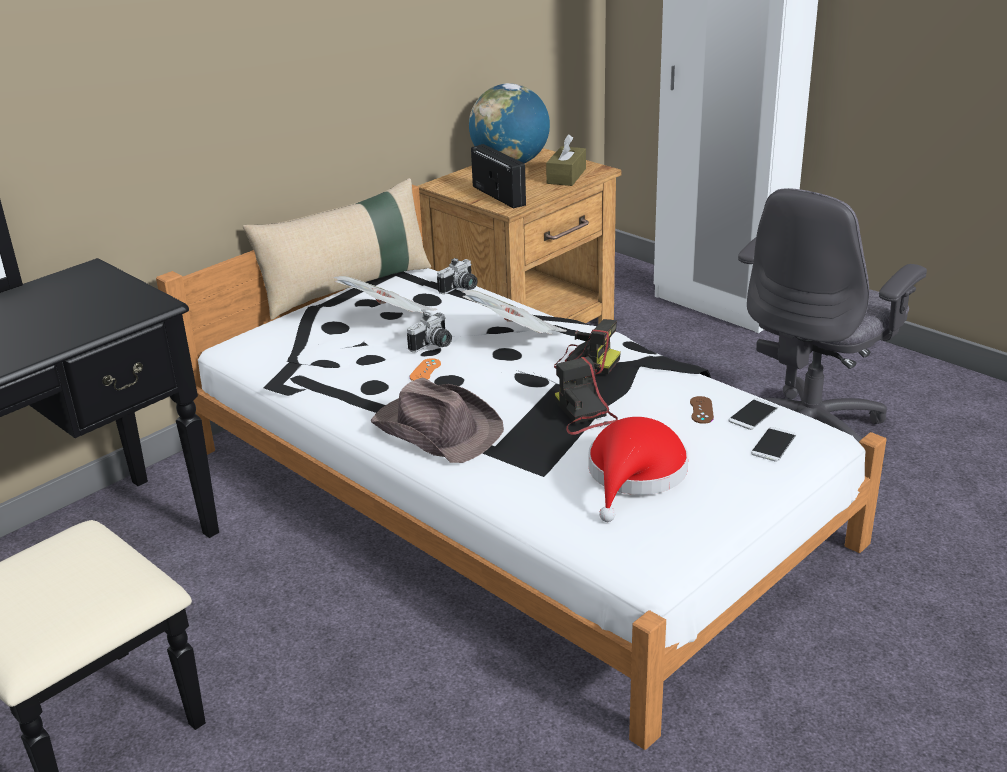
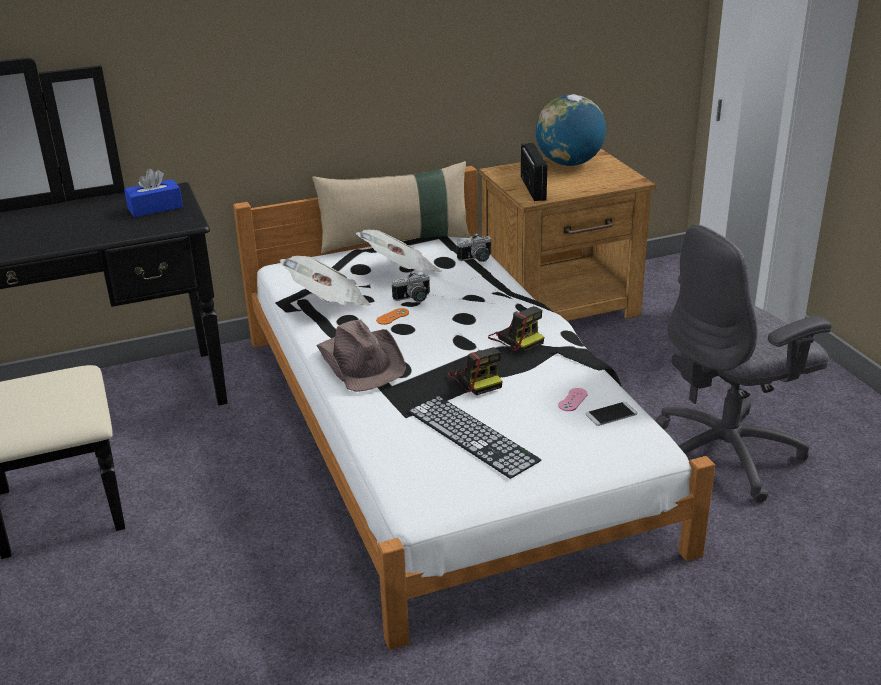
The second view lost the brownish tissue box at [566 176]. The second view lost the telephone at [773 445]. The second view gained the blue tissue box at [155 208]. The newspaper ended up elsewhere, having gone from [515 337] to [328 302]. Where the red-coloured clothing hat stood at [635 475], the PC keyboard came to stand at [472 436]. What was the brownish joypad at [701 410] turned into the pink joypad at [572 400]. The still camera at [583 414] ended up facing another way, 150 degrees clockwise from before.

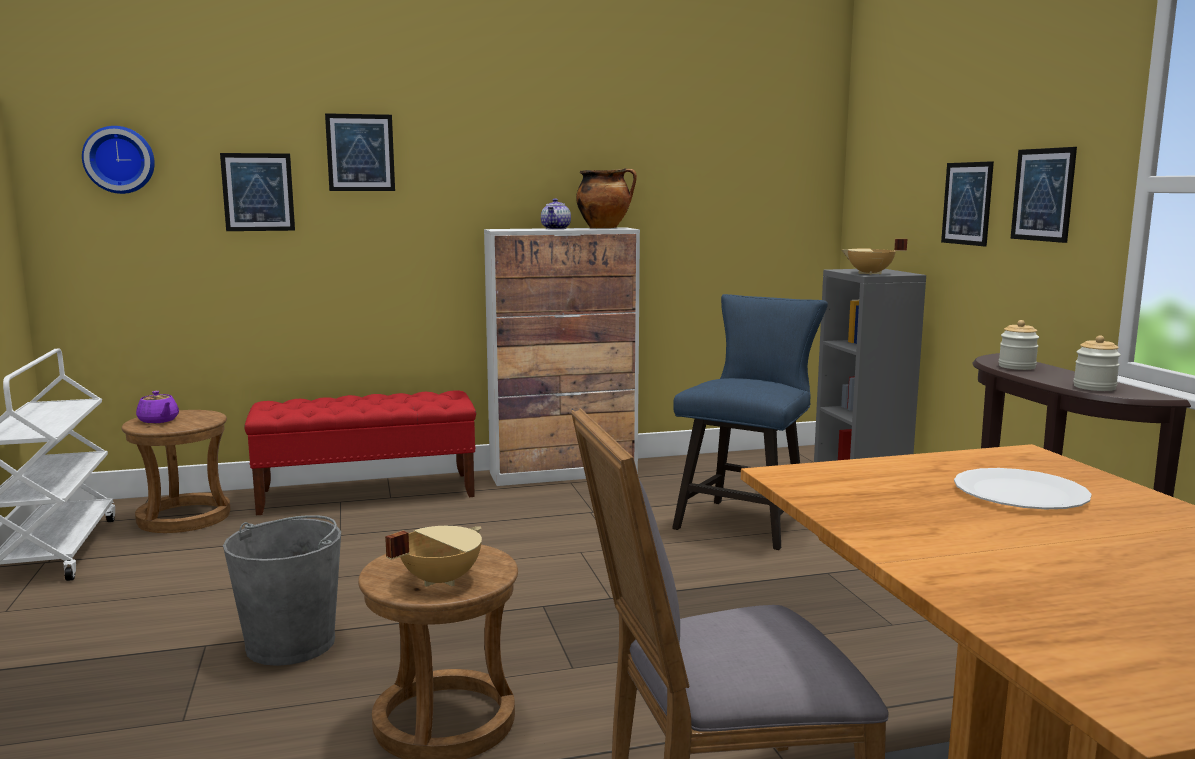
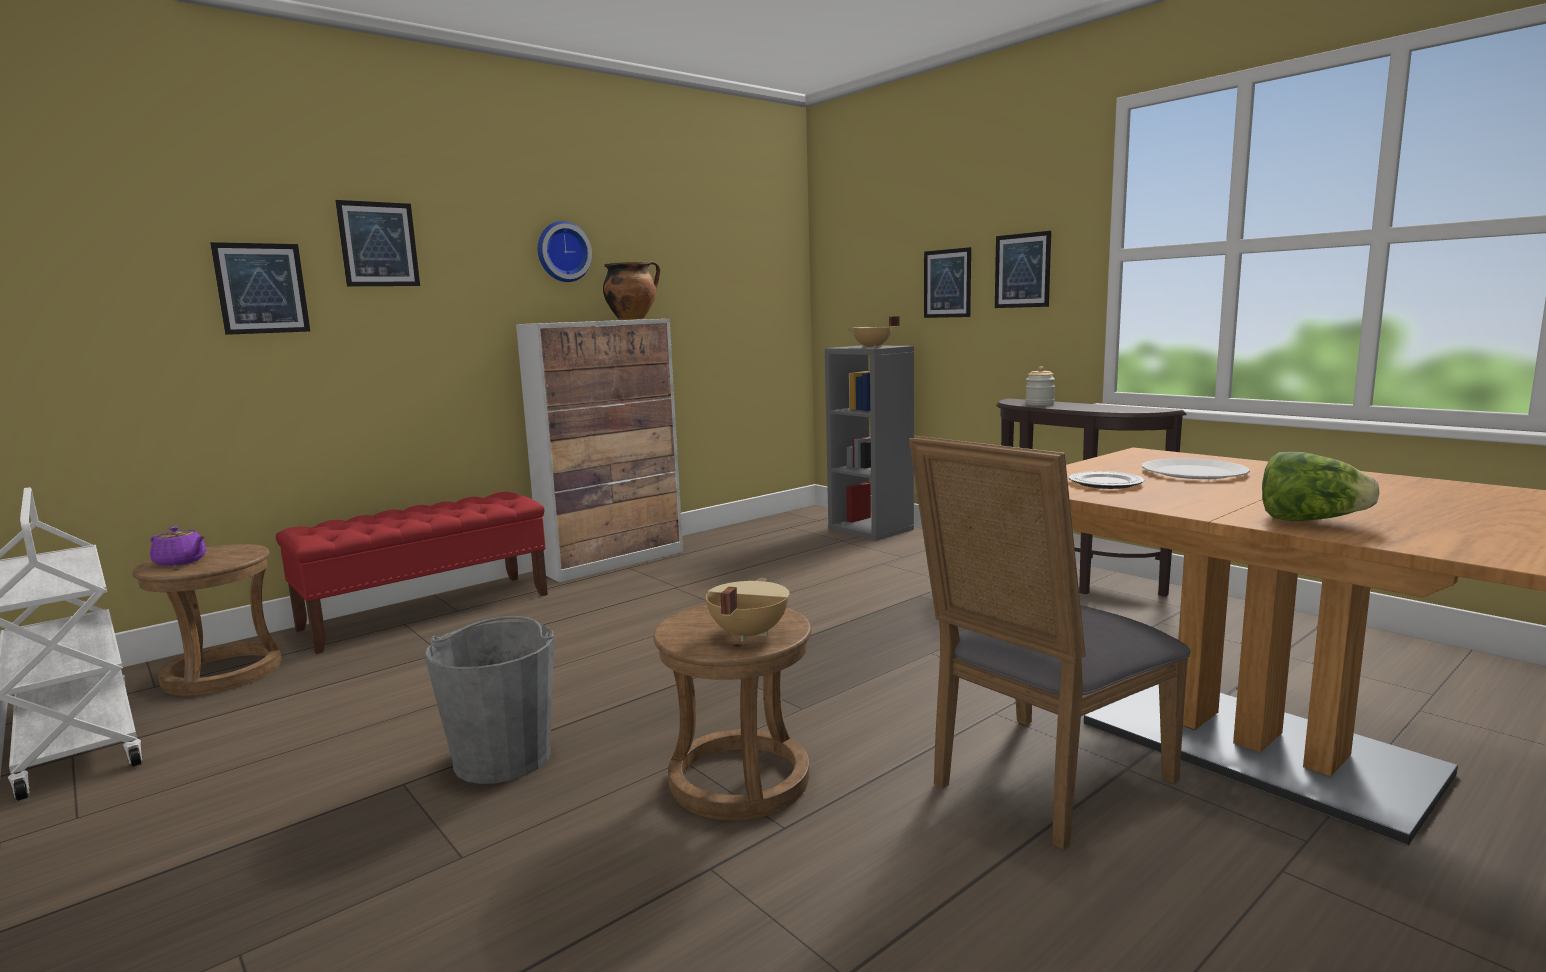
The second view lost the pot for tea at [556 228]. The second view lost the blue chair at [746 520]. The second view lost the storage jar at [1094 387]. The second view gained the dinner plate at [1105 483]. The second view gained the lettuce head at [1309 520]. The wall clock ended up elsewhere, having gone from [120 160] to [562 252].

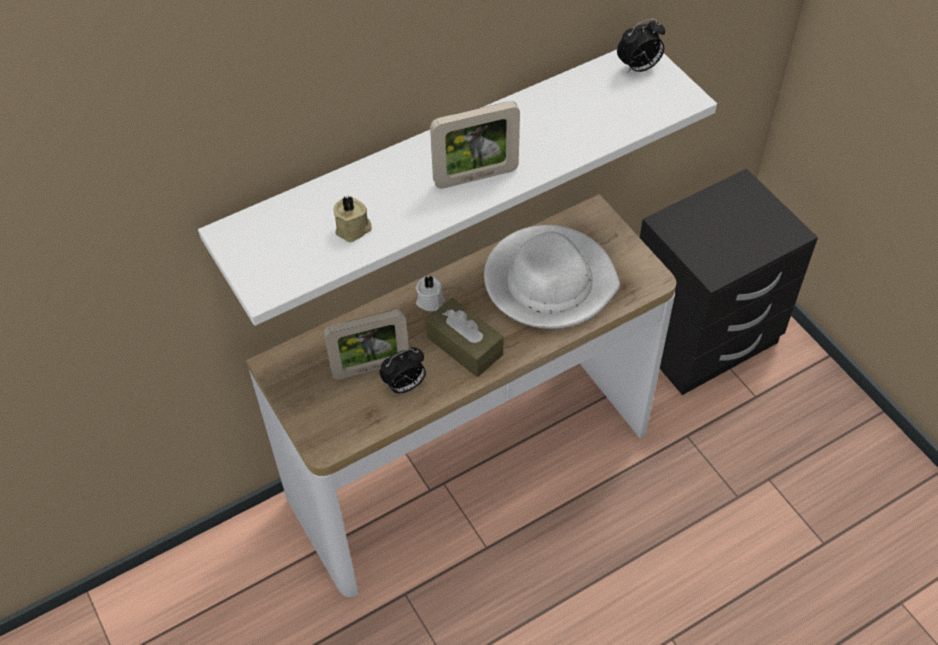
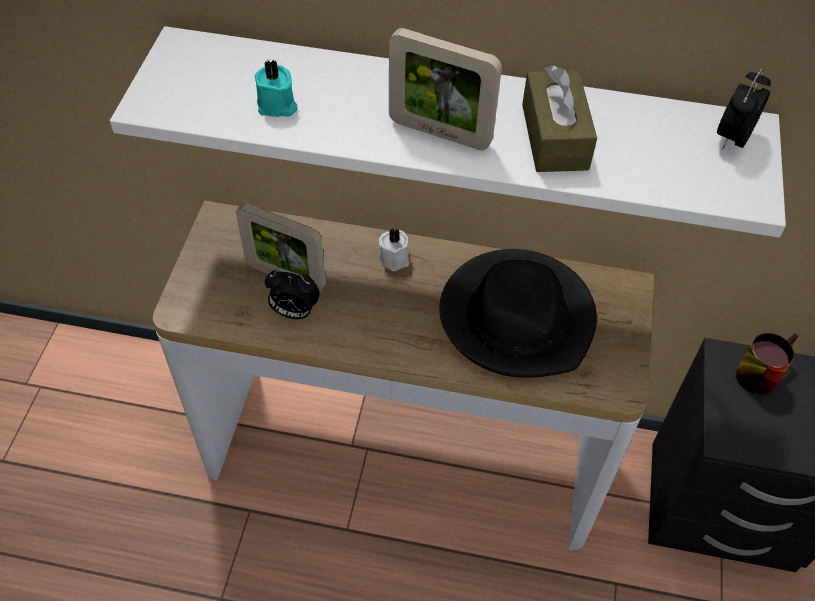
The second view gained the mug at [758 371]. The brownish tissue box ended up elsewhere, having gone from [464 346] to [554 136]. What was the sand-coloured candle at [354 229] turned into the turquoise candle at [277 106]. What was the white-coloured clothing hat at [549 281] turned into the black-coloured clothing hat at [517 317]. The alarm clock at [638 68] ended up facing another way, 105 degrees clockwise from before.

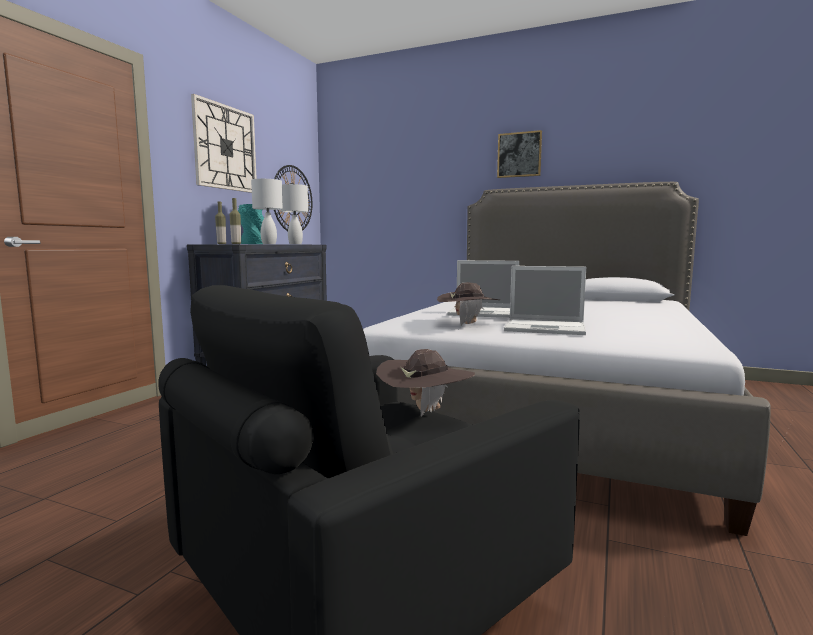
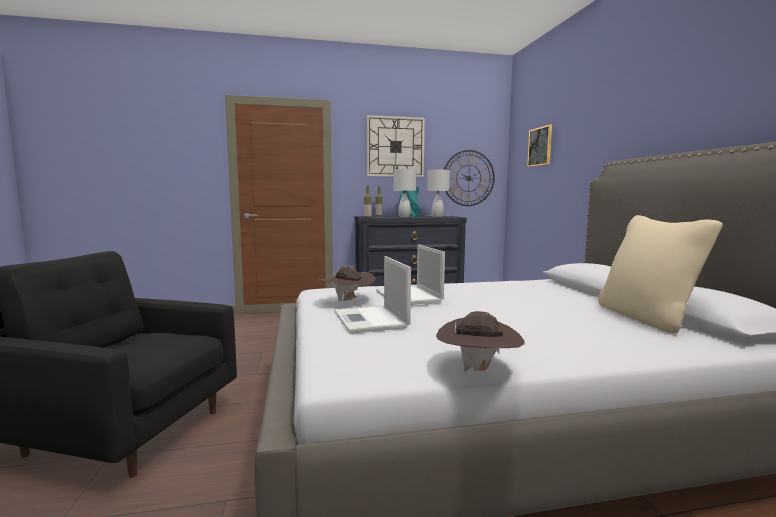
The second view gained the sand-coloured throw pillow at [646 318]. The brownish clothing hat ended up elsewhere, having gone from [425 411] to [478 369]. The wall art ended up elsewhere, having gone from [519 154] to [540 146].

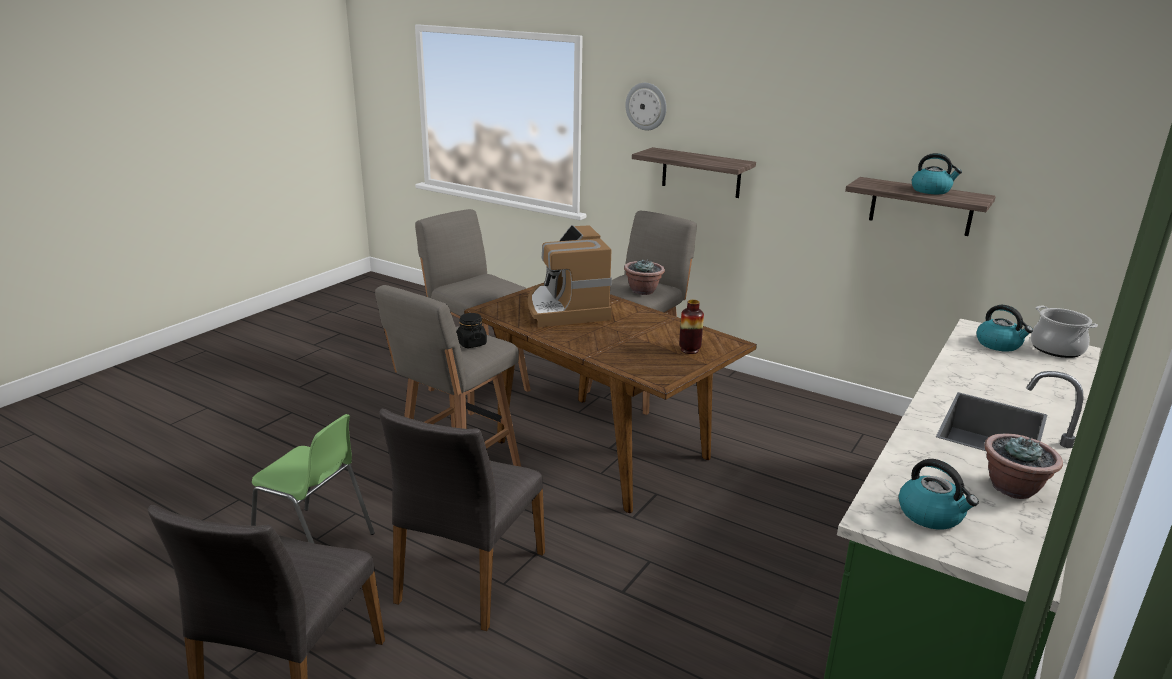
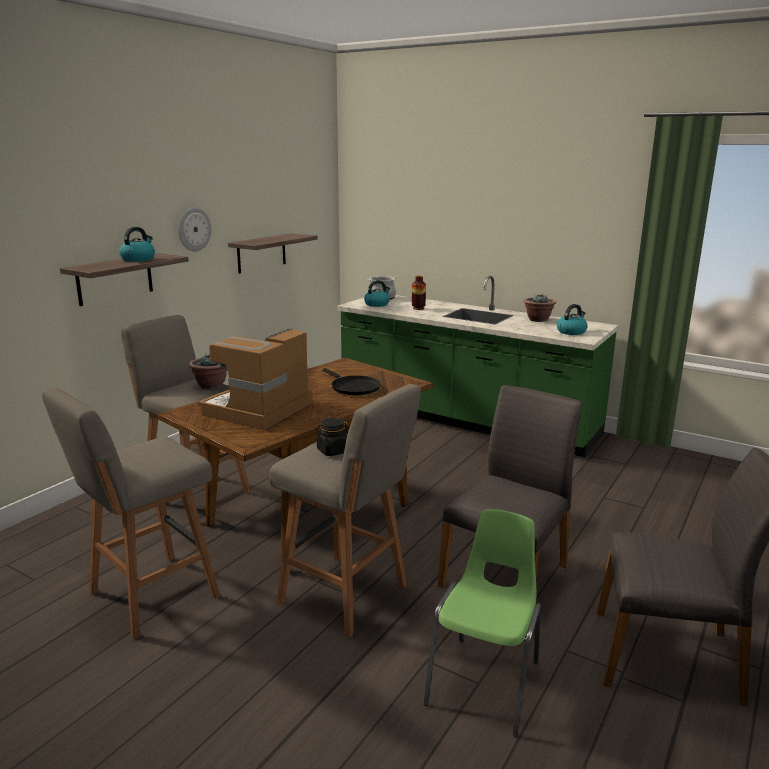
The second view gained the black-coloured skillet at [353 387]. The wall clock ended up elsewhere, having gone from [646 106] to [194 229]. The decorative vase ended up elsewhere, having gone from [689 350] to [418 308]. The water kettle ended up elsewhere, having gone from [931 190] to [138 259]. The gray chair at [468 577] ended up facing another way, 75 degrees counterclockwise from before. The coffee maker at [566 309] ended up facing another way, 135 degrees clockwise from before.

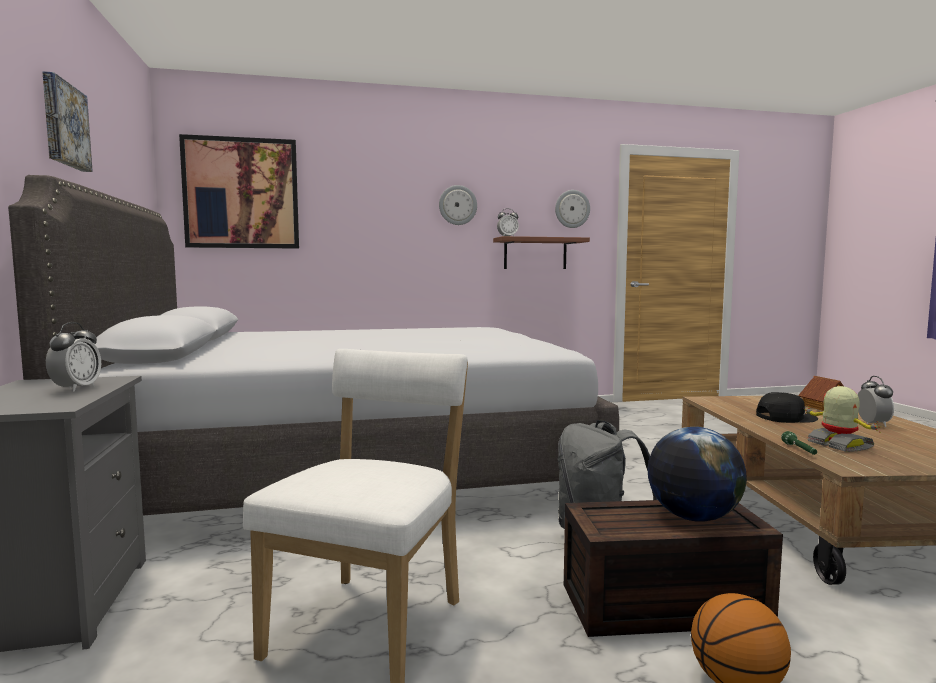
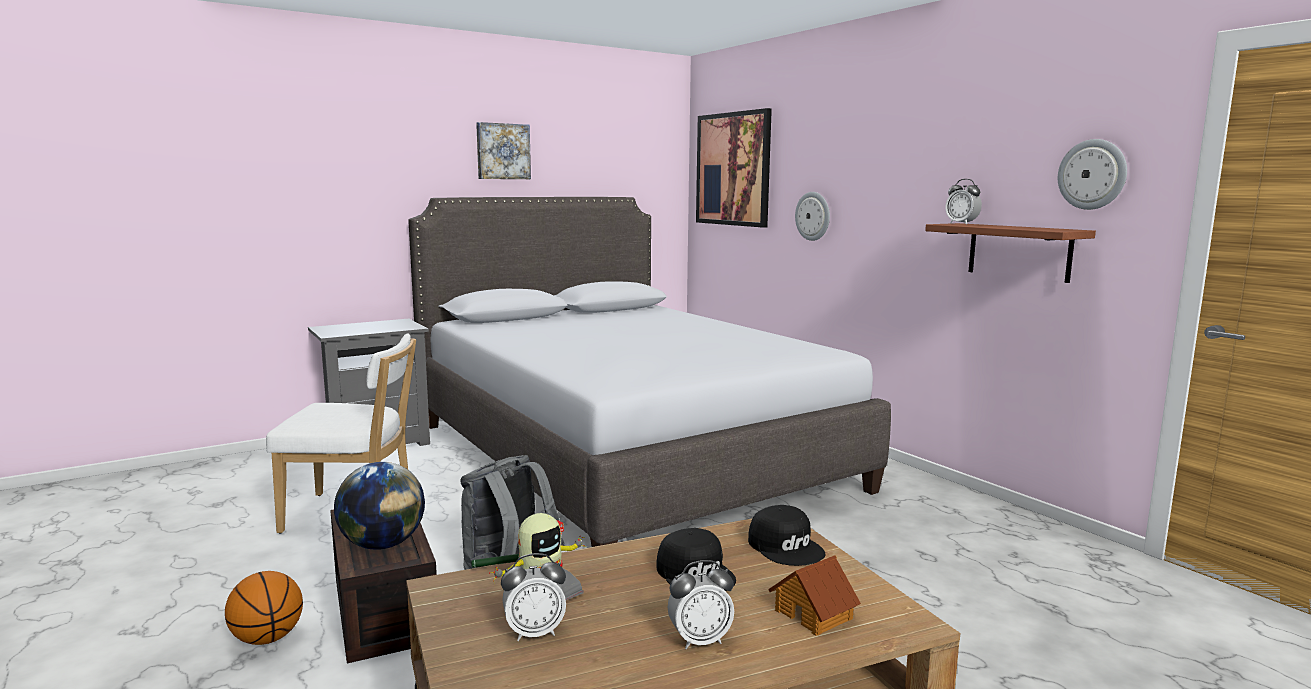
The second view gained the black-coloured peaked cap at [786 546]. The alarm clock ended up elsewhere, having gone from [76 388] to [534 632]. The wall clock ended up elsewhere, having gone from [457 205] to [813 216].

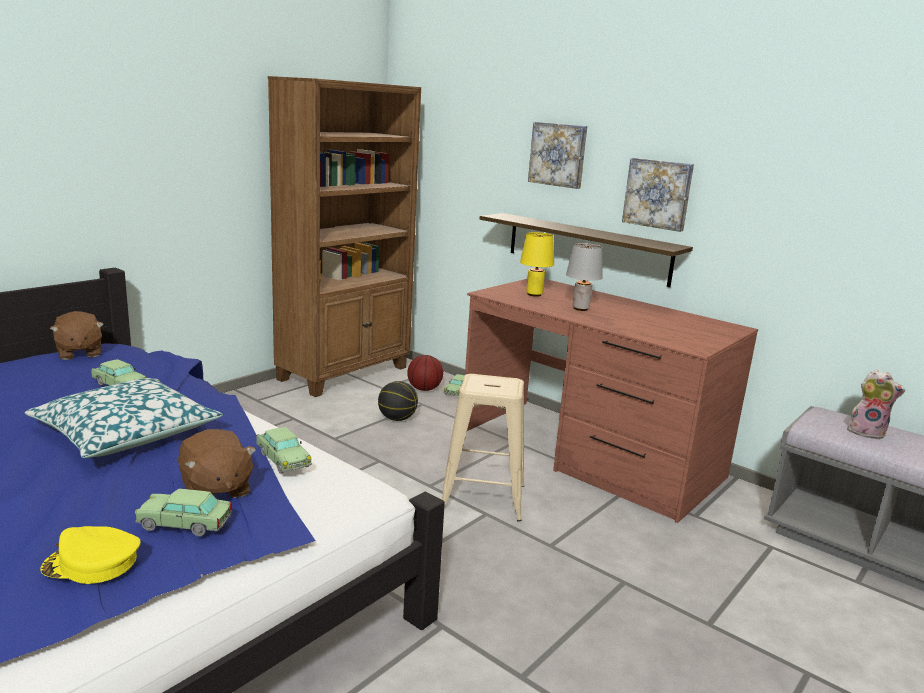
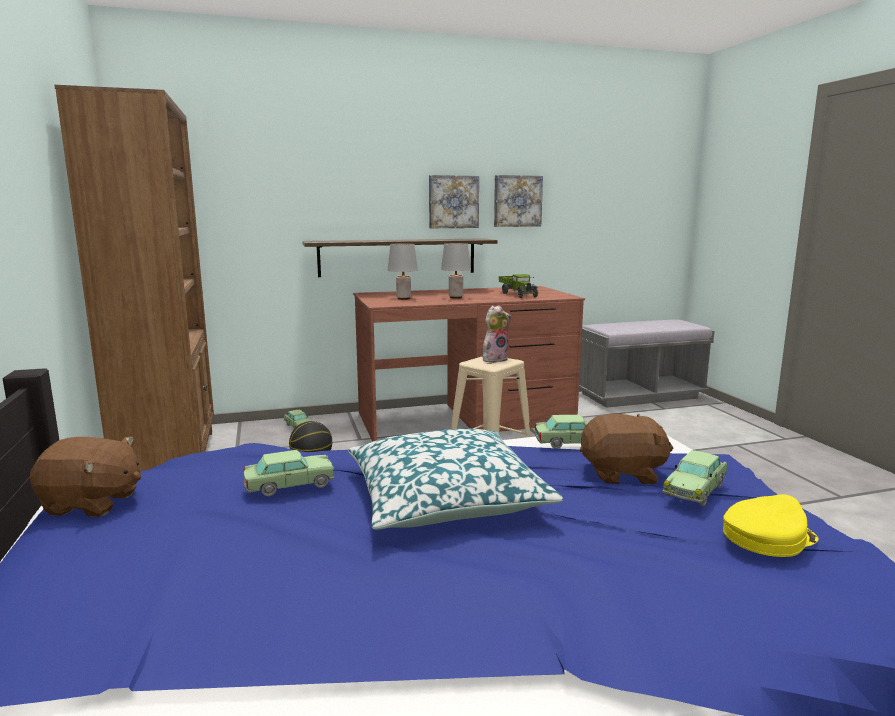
The second view lost the ball for basketball at [424 389]. The second view gained the toy lorry at [518 294]. The wall art ended up elsewhere, having gone from [558 154] to [517 201]. The plush toy ended up elsewhere, having gone from [867 432] to [495 359]. What was the yellow-coloured table lamp at [533 294] turned into the gray table lamp at [403 298]. The yellow-coloured peaked cap at [92 563] ended up facing another way, 150 degrees counterclockwise from before.

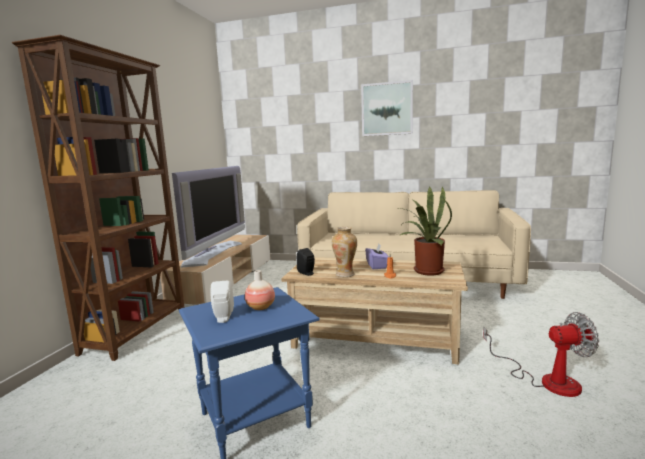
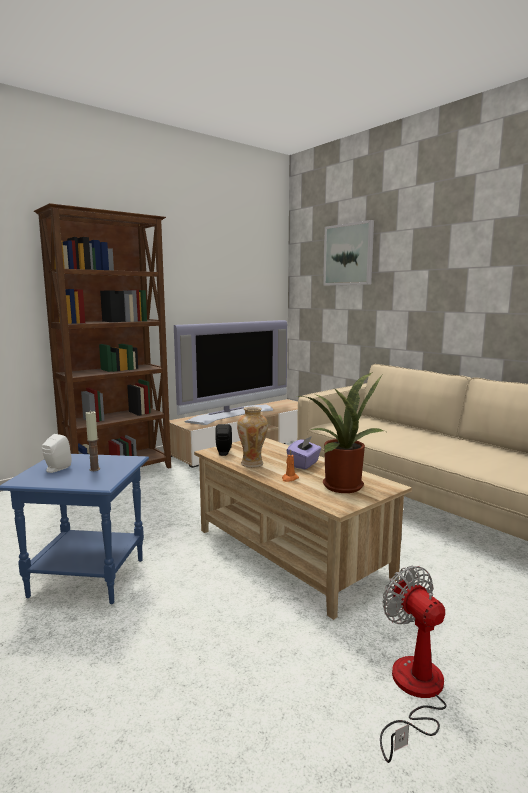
The wall art ended up elsewhere, having gone from [387 109] to [348 254]. Where the decorative vase stood at [260 307], the candle came to stand at [94 469]. The electric fan at [546 380] ended up facing another way, 150 degrees counterclockwise from before.

